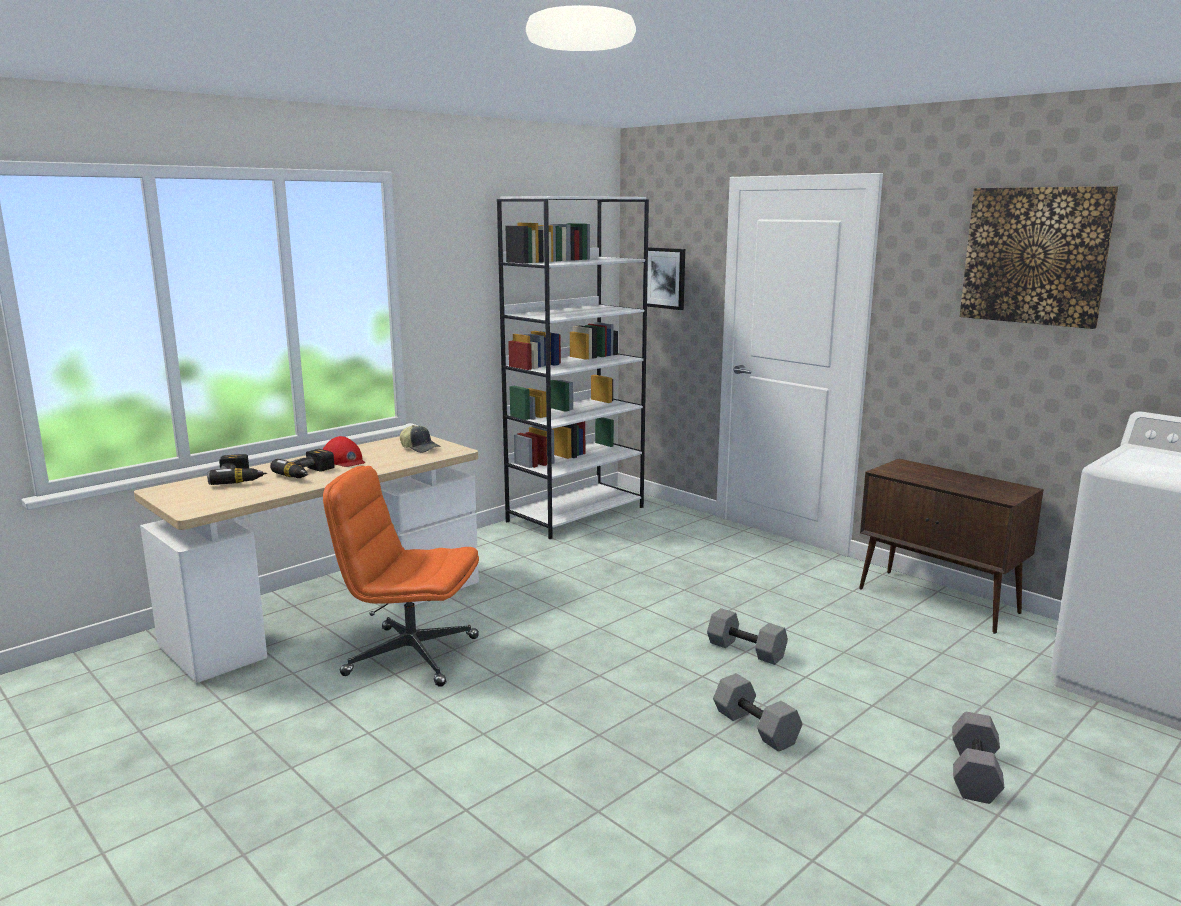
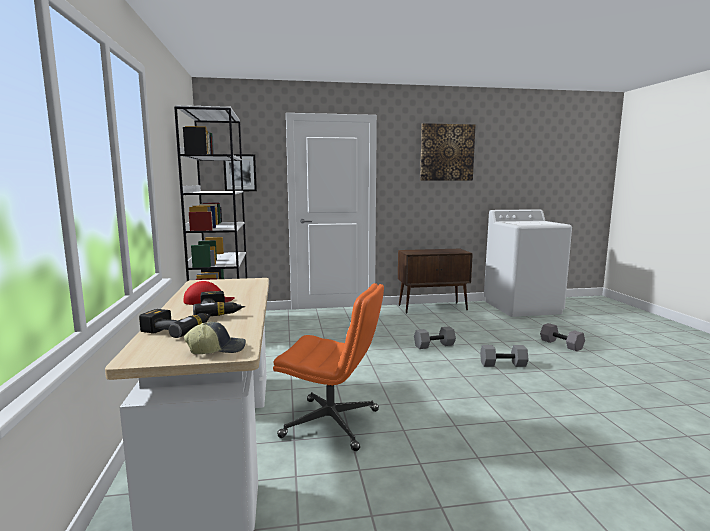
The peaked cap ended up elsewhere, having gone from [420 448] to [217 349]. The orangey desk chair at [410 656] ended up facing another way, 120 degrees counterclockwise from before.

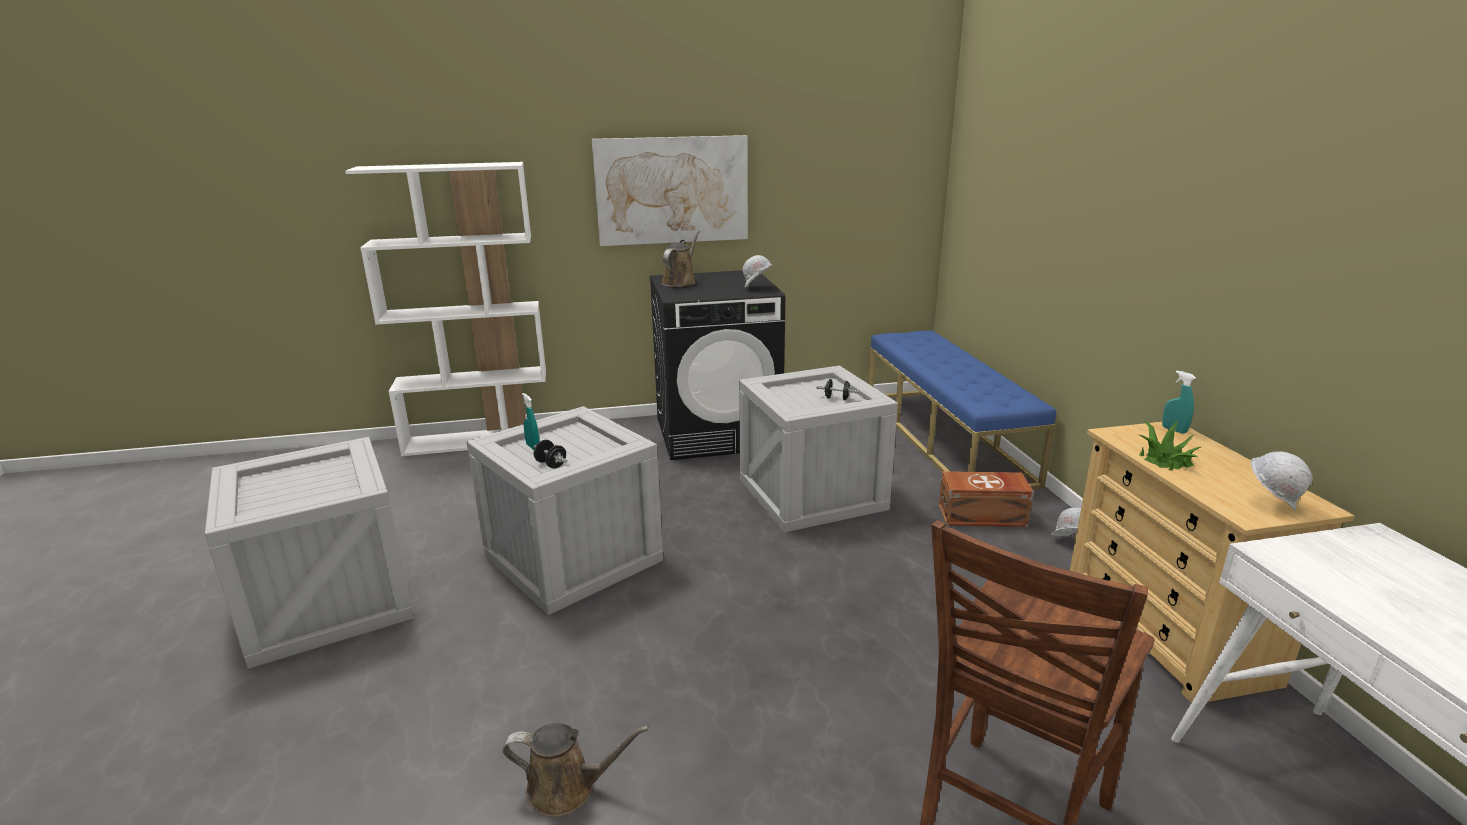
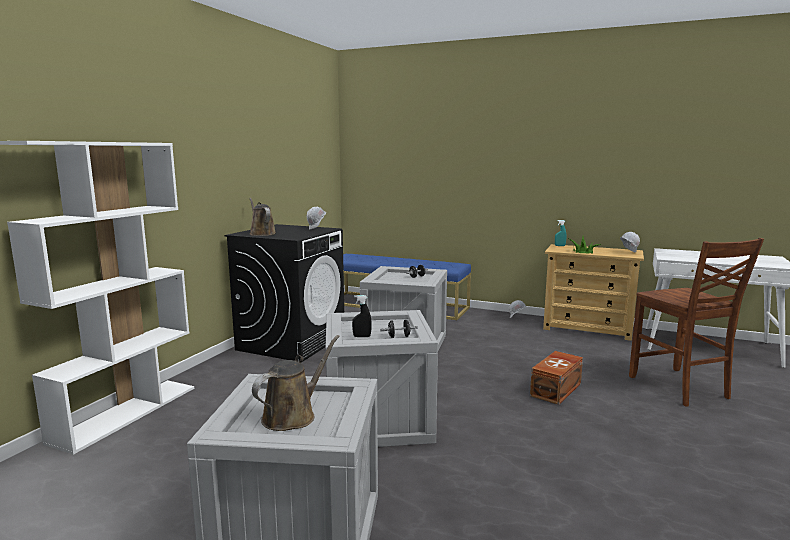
The second view lost the wall art at [672 190]. The brownish sprinkling can ended up elsewhere, having gone from [568 789] to [293 415]. The brownish storage container ended up elsewhere, having gone from [983 516] to [557 389]. What was the turquoise spray bottle at [533 447] turned into the black-coloured spray bottle at [362 336].

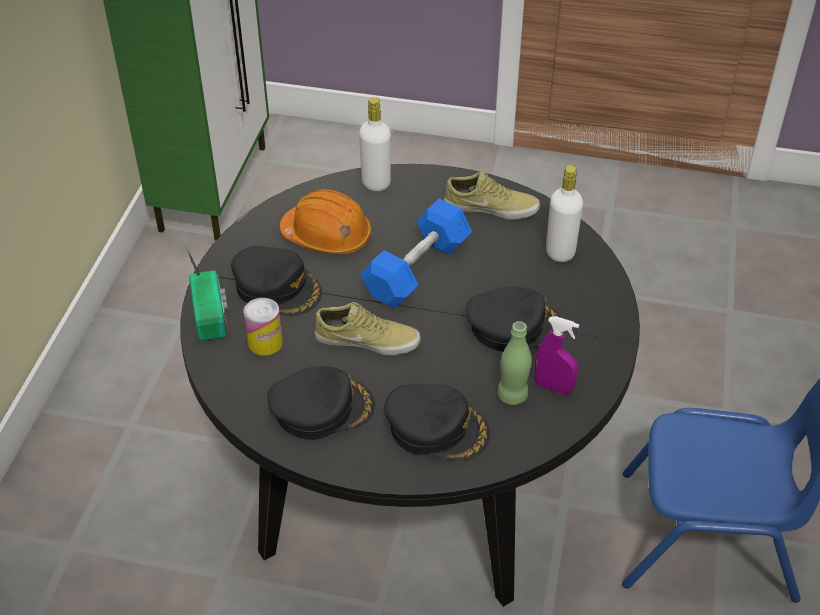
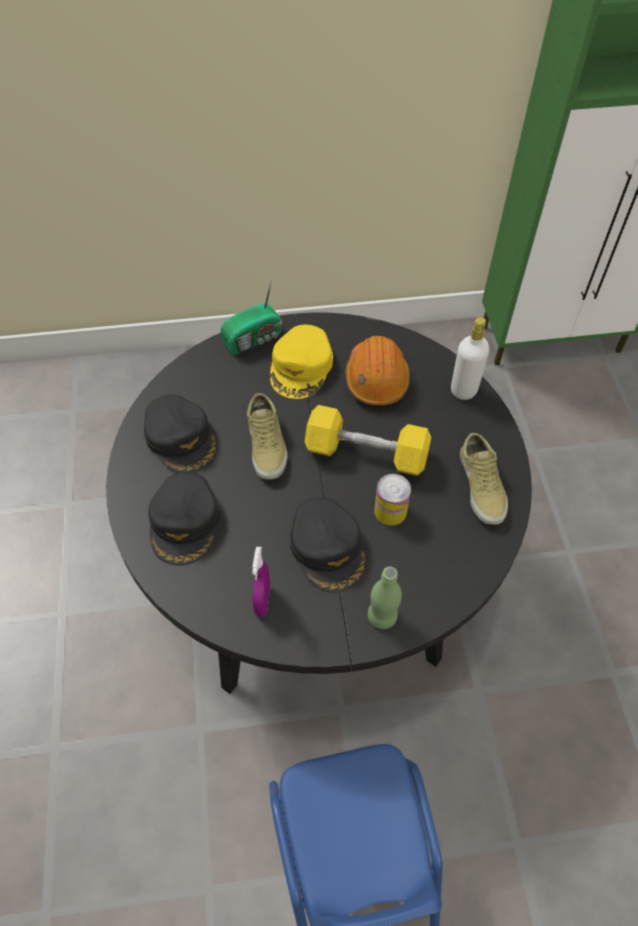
The second view lost the white-coloured bottle at [560 252]. The sealed can ended up elsewhere, having gone from [265 342] to [390 511]. The greenish bottle ended up elsewhere, having gone from [512 395] to [382 616]. What was the black-coloured peaked cap at [277 287] turned into the yellow-coloured peaked cap at [301 367]. What was the blue free weight at [417 269] turned into the yellow-coloured free weight at [366 453].

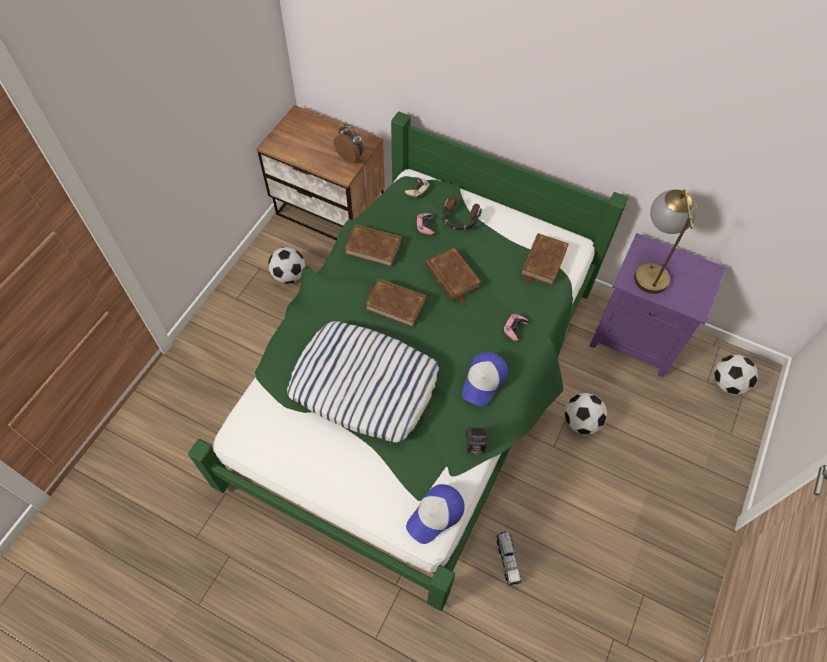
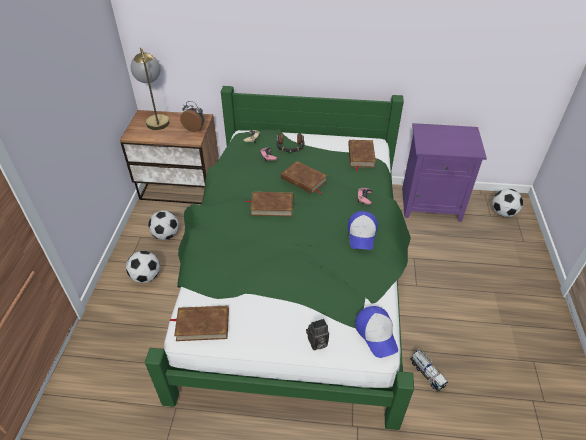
The second view lost the throw pillow at [364 385]. The brownish book ended up elsewhere, having gone from [373 247] to [202 325]. The still camera ended up elsewhere, having gone from [474 446] to [317 343]. The ball for football ended up elsewhere, having gone from [581 421] to [146 276]. The table lamp ended up elsewhere, having gone from [649 269] to [156 119]. The peaked cap at [436 515] ended up facing another way, 45 degrees counterclockwise from before.

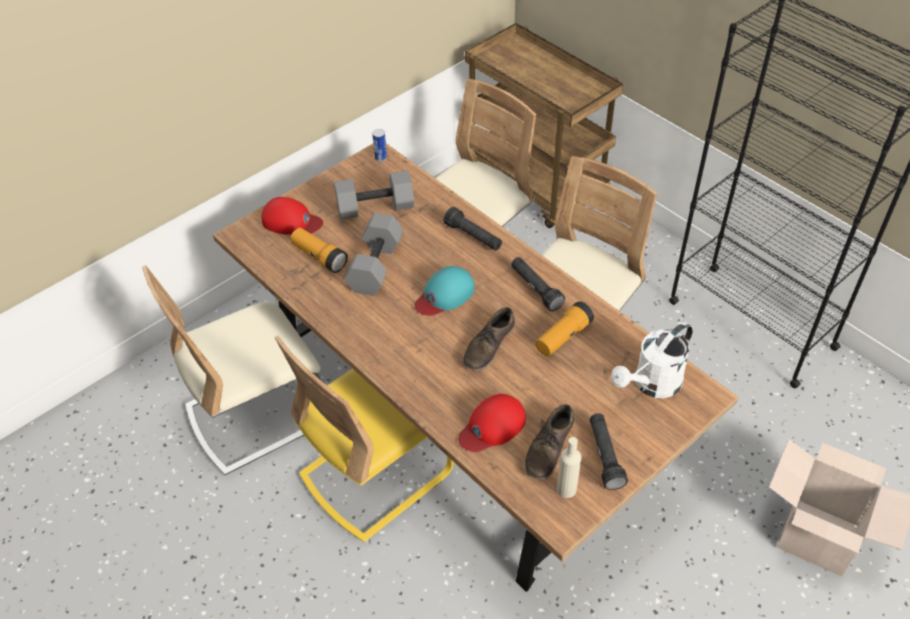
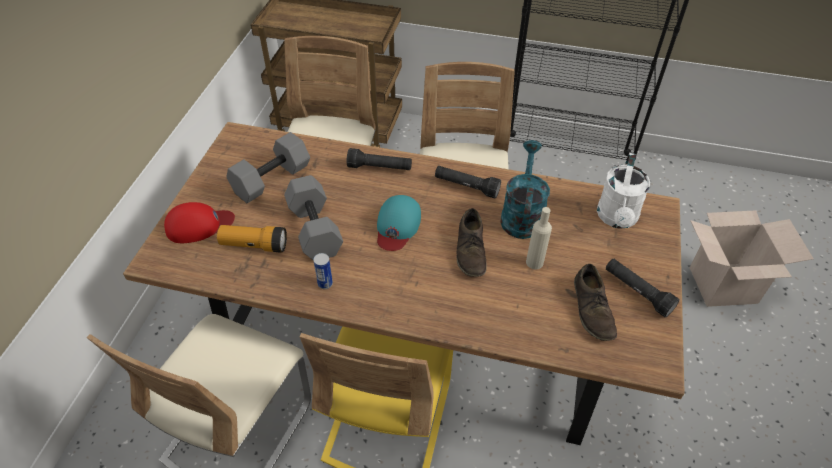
The second view lost the red-coloured peaked cap at [492 426]. The sealed can ended up elsewhere, having gone from [380 158] to [325 283]. The sand-coloured bottle ended up elsewhere, having gone from [566 489] to [534 262]. Where the torch stood at [563 337], the turquoise sprinkling can came to stand at [521 215].

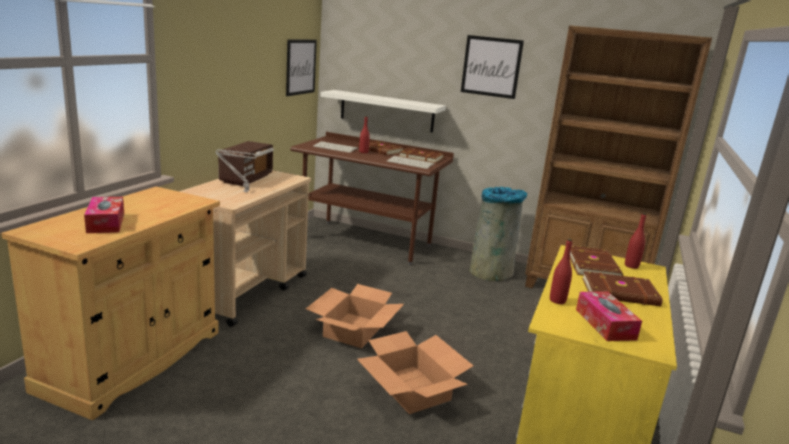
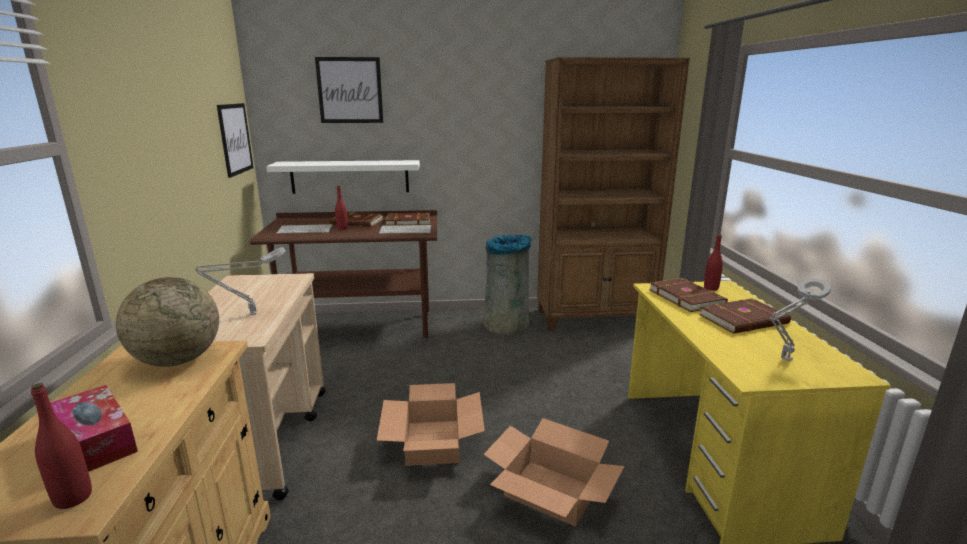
The second view lost the radio at [246 178]. The second view gained the globe at [177 360]. The wall art ended up elsewhere, having gone from [491 67] to [350 90]. The red-coloured bottle ended up elsewhere, having gone from [557 300] to [73 498]. Where the tissue box stood at [605 324], the gray table lamp came to stand at [785 360].

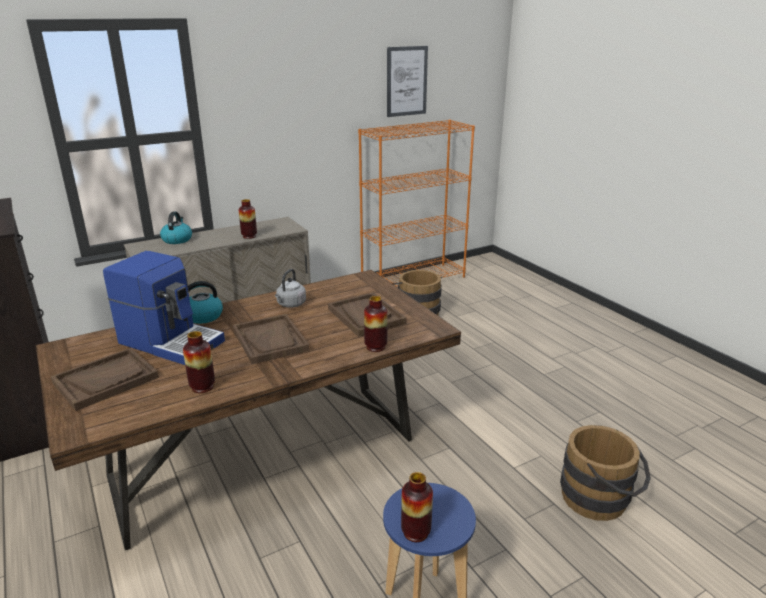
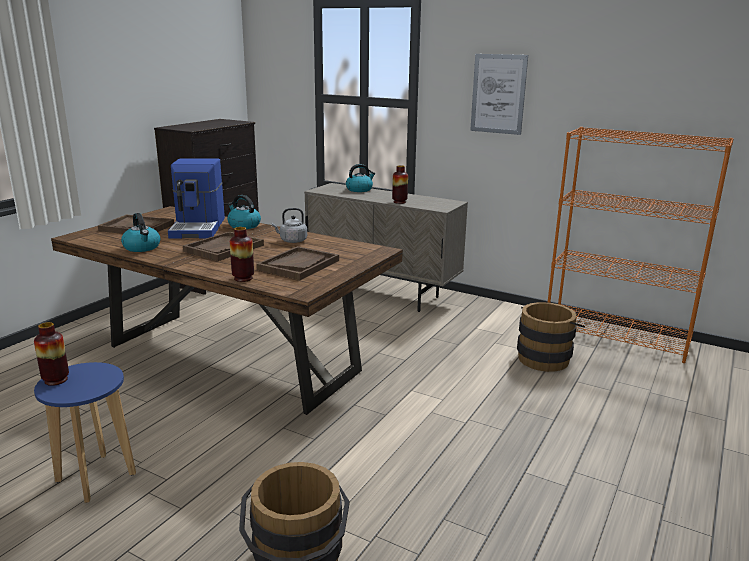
The wall art ended up elsewhere, having gone from [406 81] to [498 94]. Where the decorative vase stood at [202 387], the water kettle came to stand at [142 247].

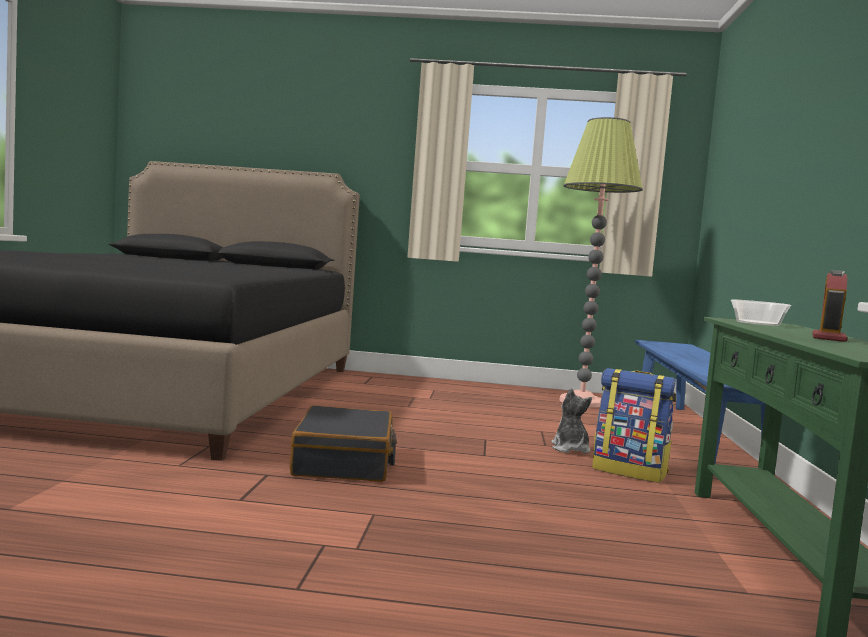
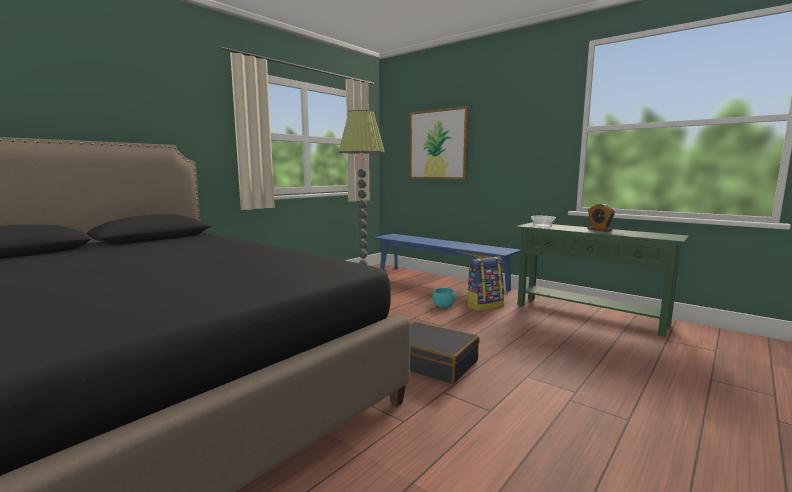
The second view gained the wall art at [438 144]. Where the plush toy stood at [570 449], the turquoise serving bowl came to stand at [444 306].

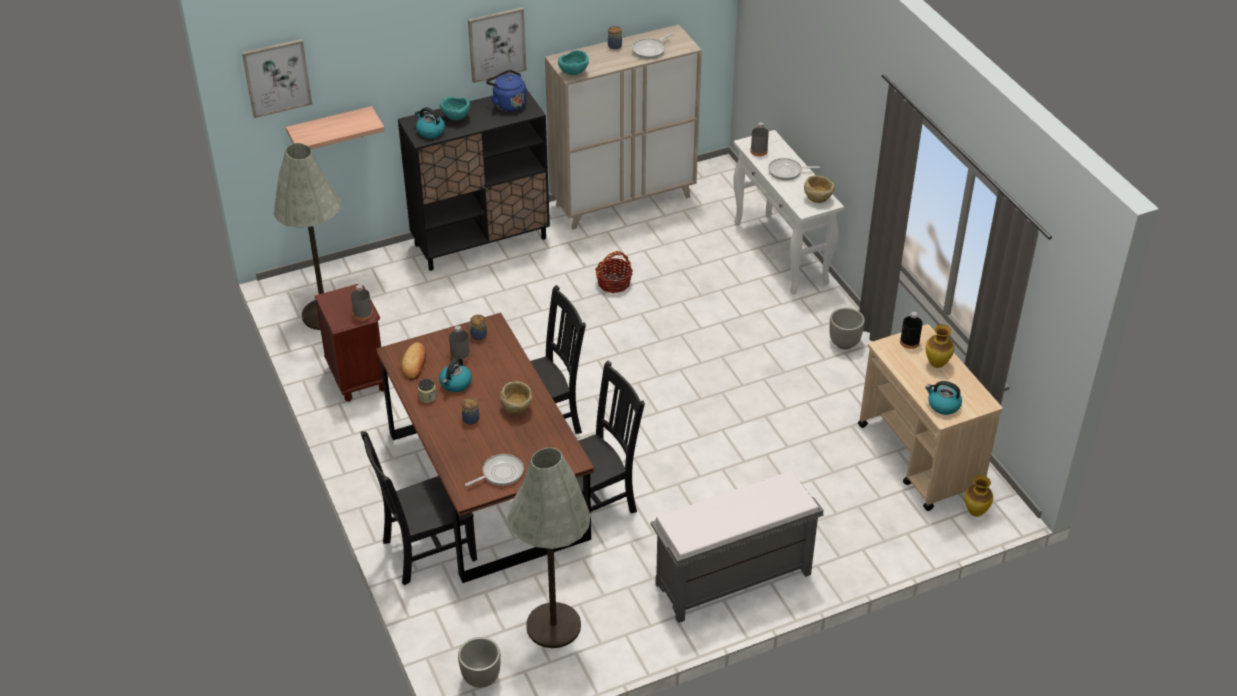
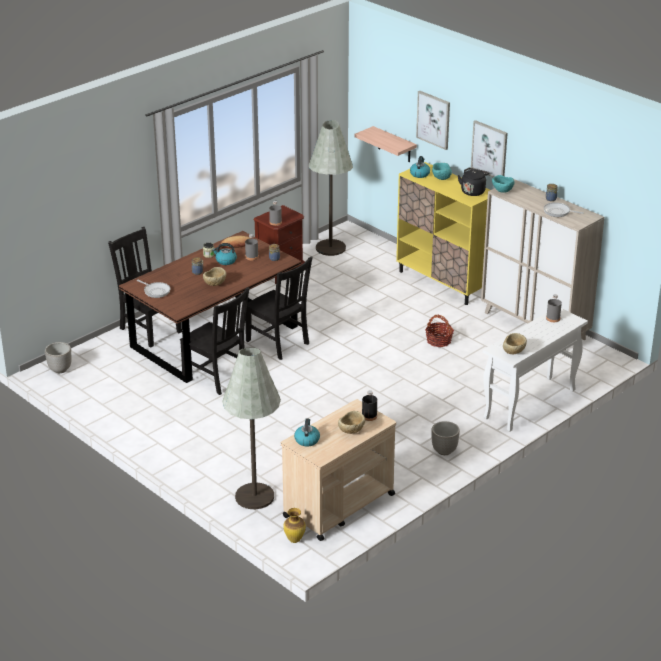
The second view lost the gray bench at [732 580]. The second view lost the skillet at [787 171]. The wall art ended up elsewhere, having gone from [277 77] to [433 119]. The gray floor lamp ended up elsewhere, having gone from [553 626] to [254 496]. Where the decorative vase stood at [937 364], the sand-coloured serving bowl came to stand at [351 431]. What was the black-coloured cabinet at [481 241] turned into the yellow-coloured cabinet at [443 282]. What was the blue water kettle at [508 104] turned into the black-coloured water kettle at [473 191].

